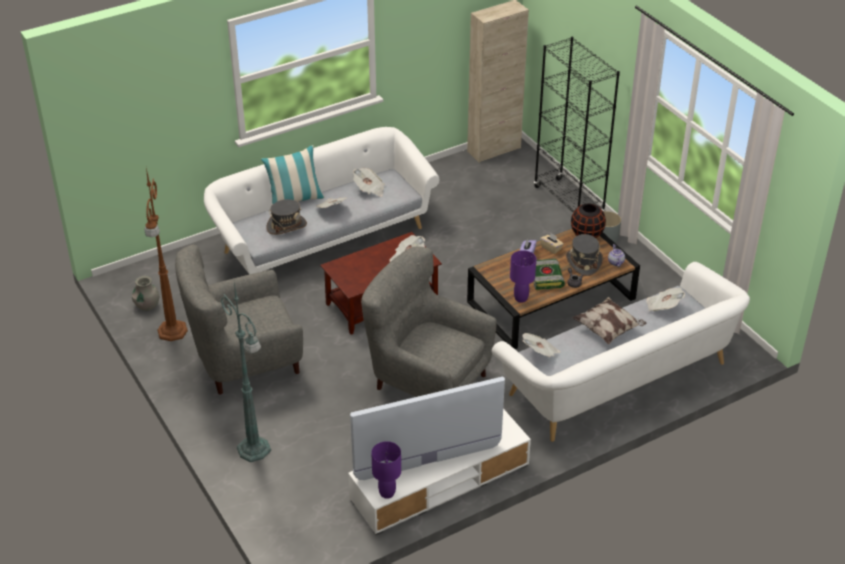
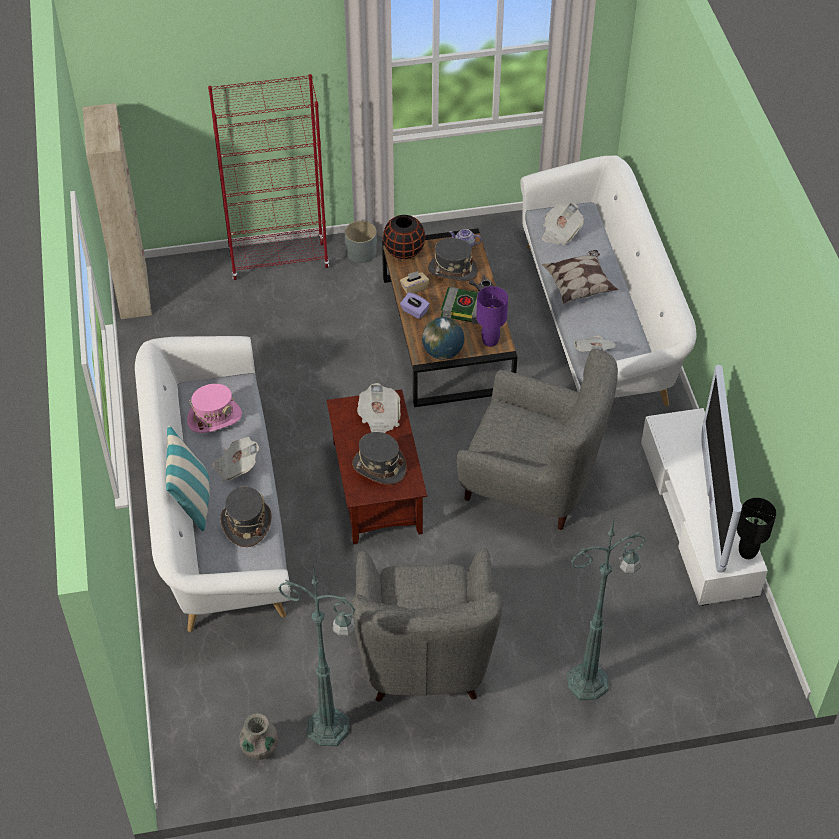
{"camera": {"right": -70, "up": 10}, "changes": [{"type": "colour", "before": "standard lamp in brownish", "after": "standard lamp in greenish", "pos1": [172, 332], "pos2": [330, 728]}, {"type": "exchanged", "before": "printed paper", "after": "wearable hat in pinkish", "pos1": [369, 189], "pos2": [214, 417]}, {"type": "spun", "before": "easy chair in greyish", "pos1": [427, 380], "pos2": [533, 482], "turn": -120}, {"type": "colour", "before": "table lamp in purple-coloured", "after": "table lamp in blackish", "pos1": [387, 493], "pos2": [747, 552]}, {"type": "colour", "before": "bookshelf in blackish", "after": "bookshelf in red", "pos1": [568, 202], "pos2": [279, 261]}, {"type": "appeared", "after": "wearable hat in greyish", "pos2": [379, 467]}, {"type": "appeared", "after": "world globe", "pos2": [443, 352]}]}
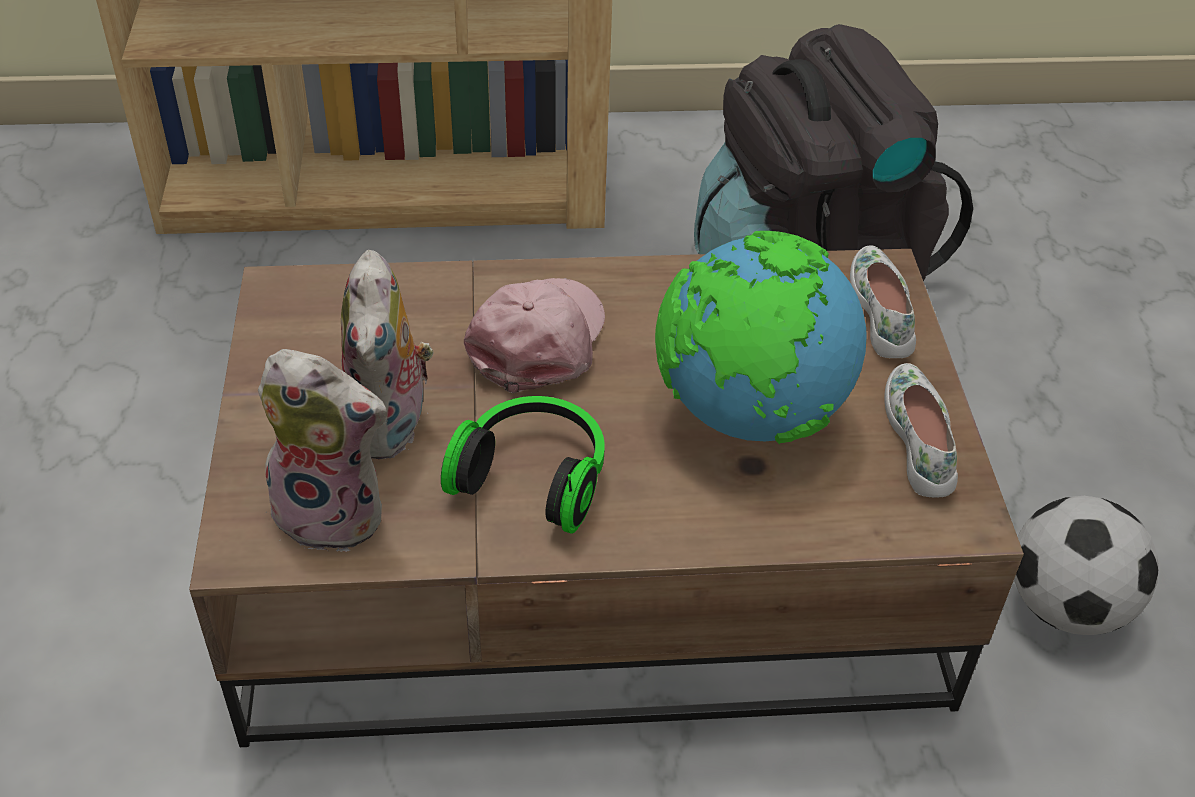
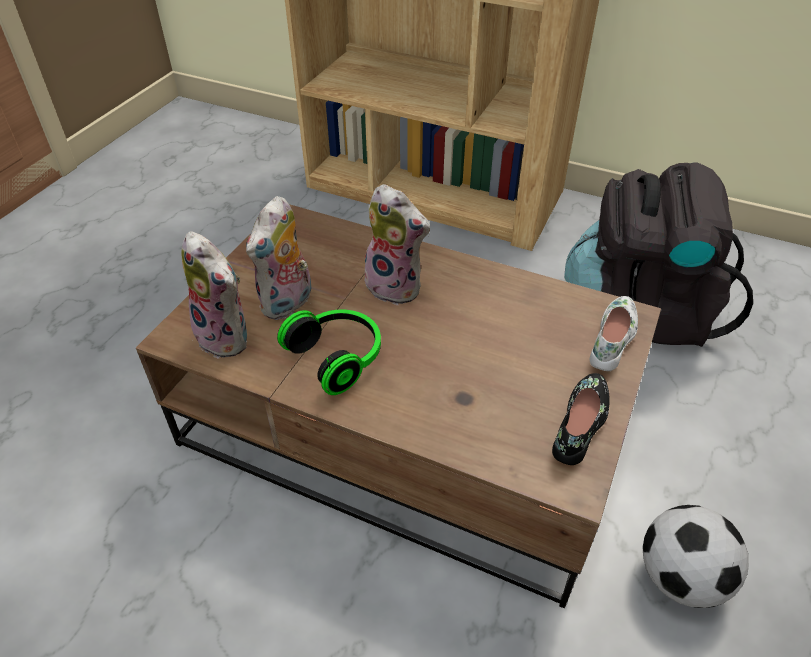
{"camera": {"right": 30, "up": 0}, "changes": [{"type": "exchanged", "before": "peaked cap in pinkish", "after": "soft toy", "pos1": [539, 340], "pos2": [397, 286]}, {"type": "missing", "before": "world globe", "pos1": [748, 415]}, {"type": "colour", "before": "shoe in white", "after": "shoe in blackish", "pos1": [920, 439], "pos2": [581, 424]}]}
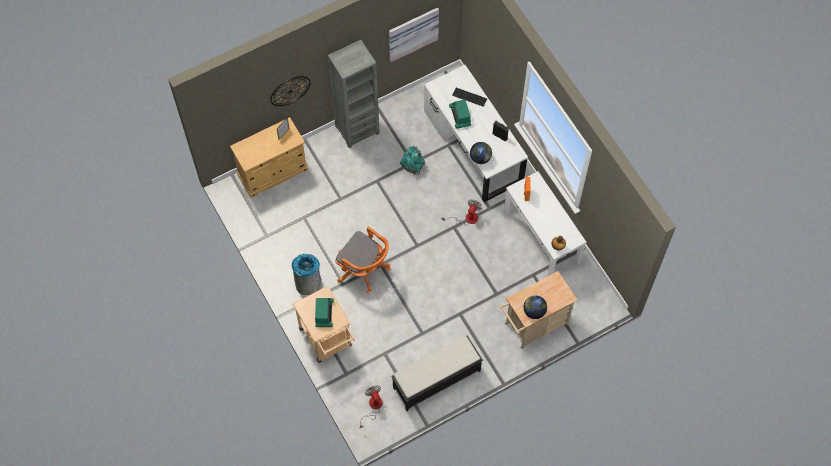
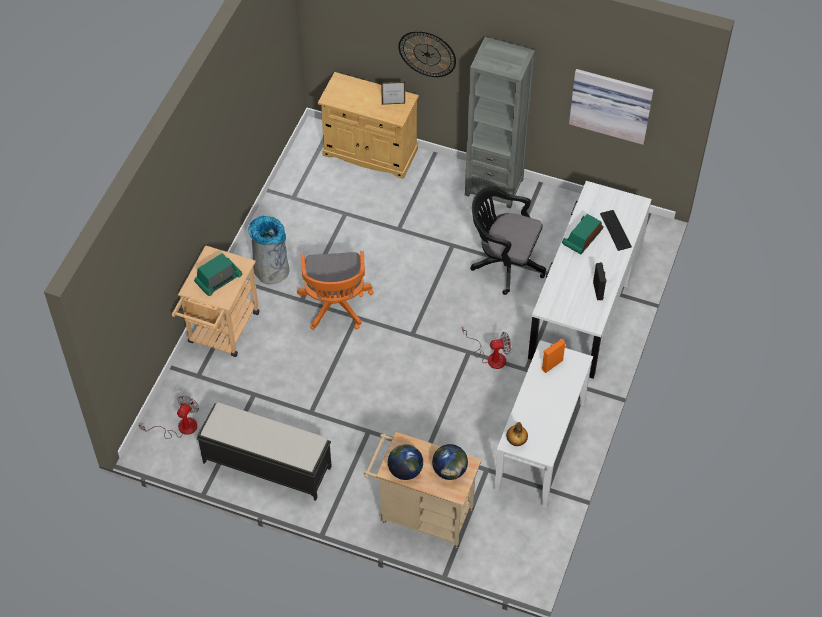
{"camera": {"right": 50, "up": -10}, "changes": [{"type": "exchanged", "before": "backpack in turquoise", "after": "office chair in blackish", "pos1": [412, 165], "pos2": [504, 263]}, {"type": "relocated", "before": "world globe", "pos1": [480, 158], "pos2": [449, 471]}]}
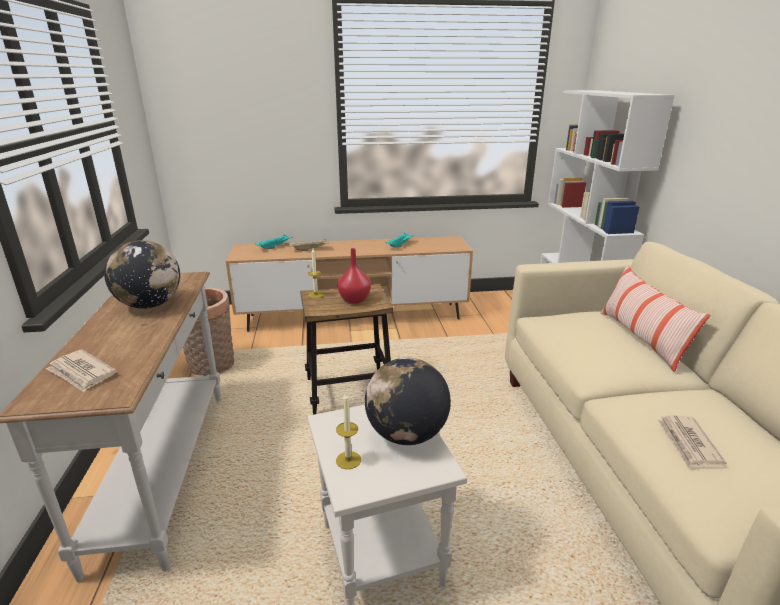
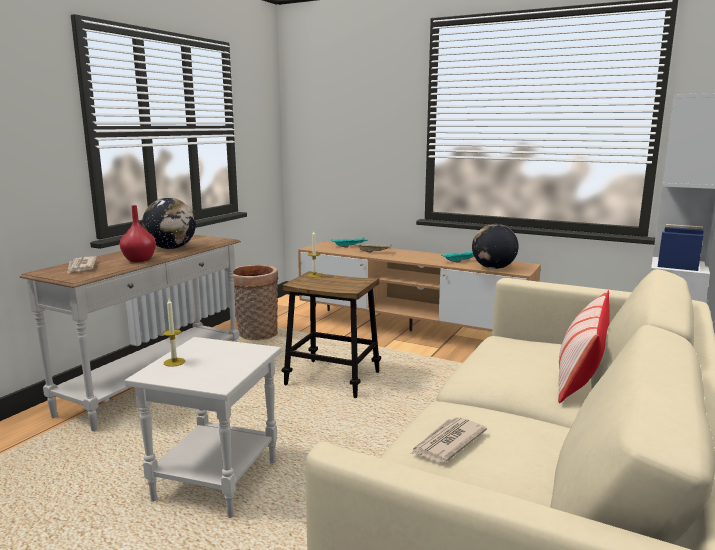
{"camera": {"right": 35, "up": -10}, "changes": [{"type": "relocated", "before": "decorative vase in red", "pos1": [354, 300], "pos2": [138, 260]}, {"type": "relocated", "before": "world globe", "pos1": [406, 434], "pos2": [493, 268]}]}
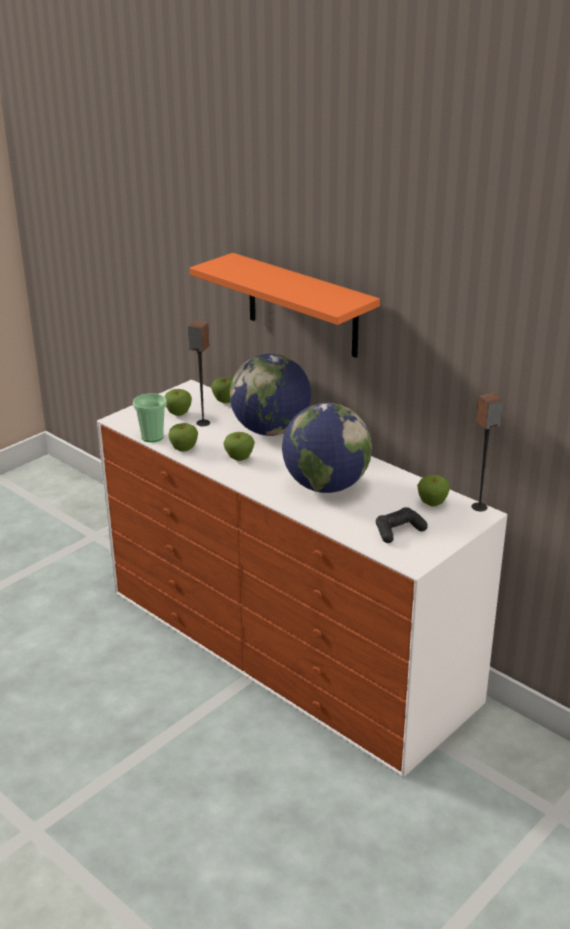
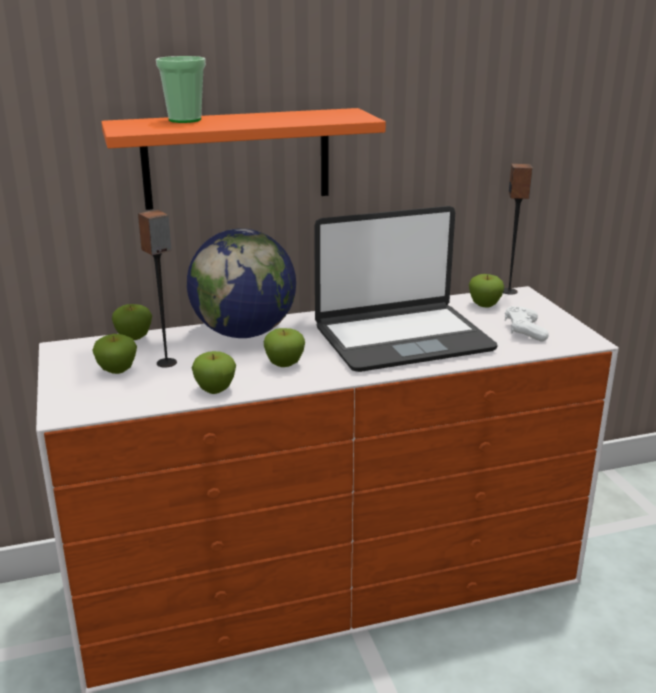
{"camera": {"right": -60, "up": -5}, "changes": [{"type": "relocated", "before": "drinking cup", "pos1": [152, 437], "pos2": [185, 120]}, {"type": "exchanged", "before": "world globe", "after": "portable computer", "pos1": [326, 486], "pos2": [402, 338]}, {"type": "colour", "before": "game controller in blackish", "after": "game controller in white", "pos1": [398, 531], "pos2": [524, 331]}]}
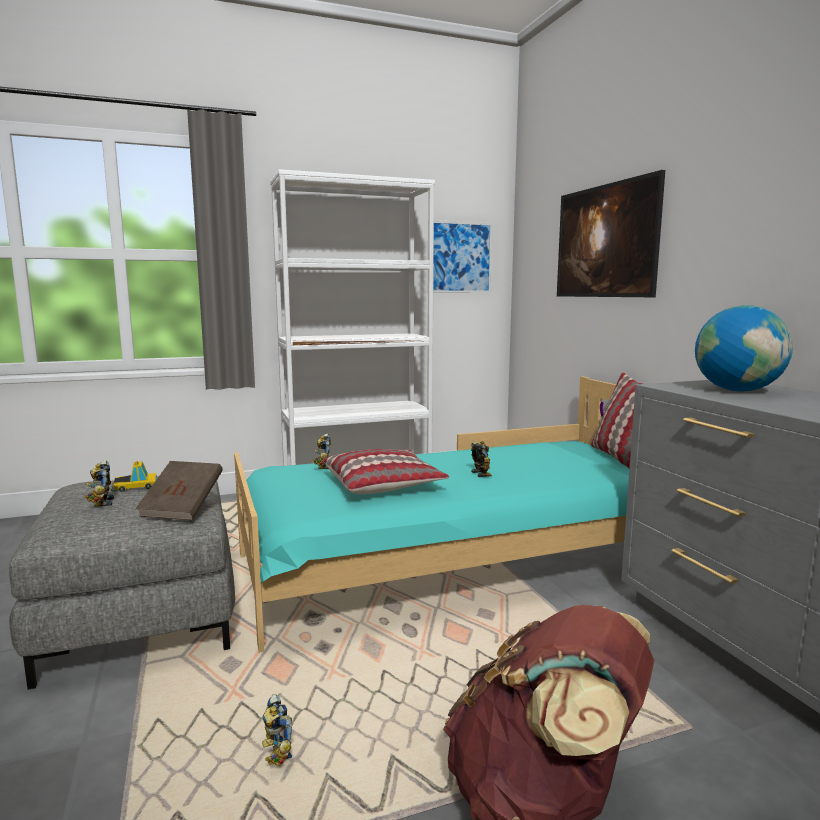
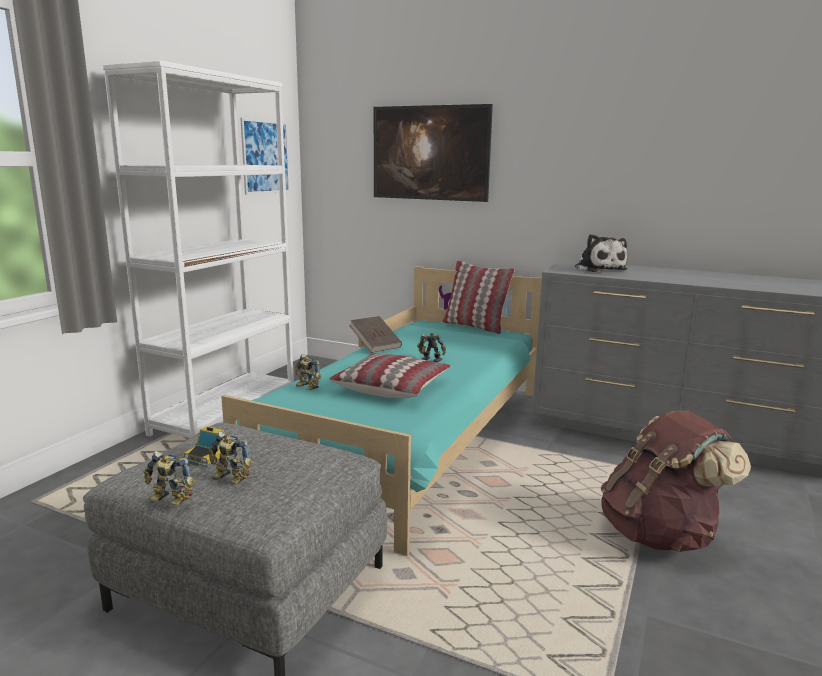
{"camera": {"right": -45, "up": 5}, "changes": [{"type": "relocated", "before": "book in brownish", "pos1": [183, 507], "pos2": [375, 345]}, {"type": "relocated", "before": "robot figure", "pos1": [274, 754], "pos2": [168, 501]}, {"type": "exchanged", "before": "world globe", "after": "soft toy", "pos1": [737, 390], "pos2": [599, 269]}]}
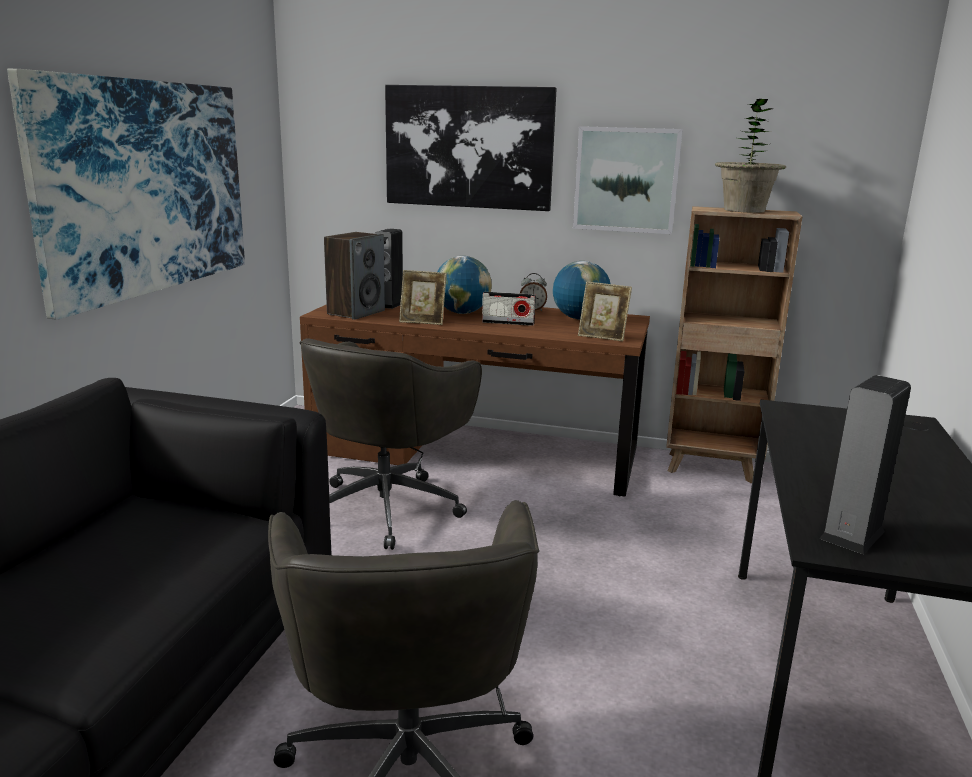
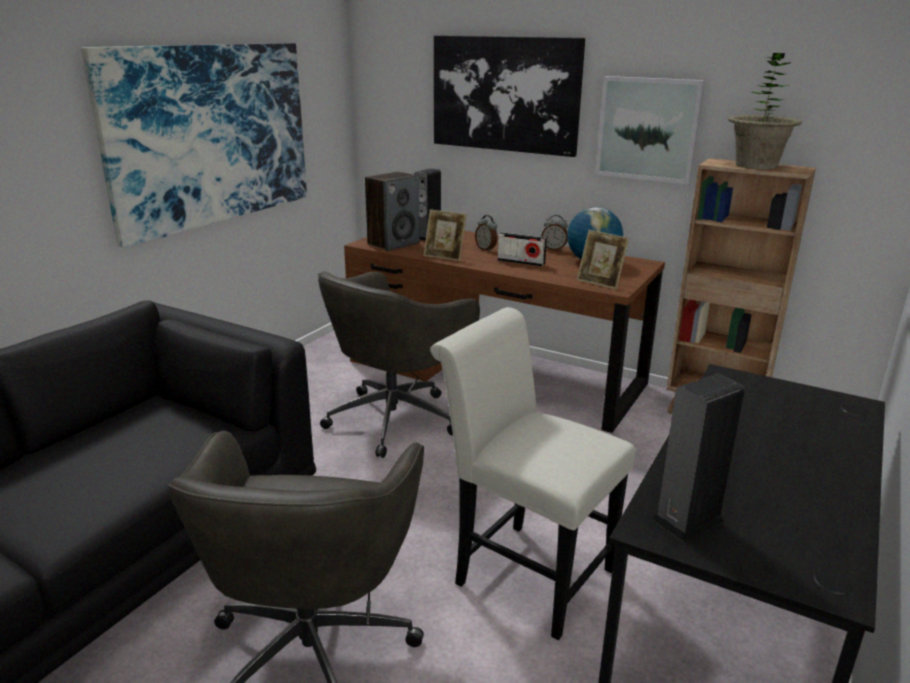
{"camera": {"right": 15, "up": 5}, "changes": [{"type": "exchanged", "before": "world globe", "after": "alarm clock", "pos1": [462, 313], "pos2": [486, 249]}, {"type": "appeared", "after": "upright chair in white", "pos2": [524, 571]}]}
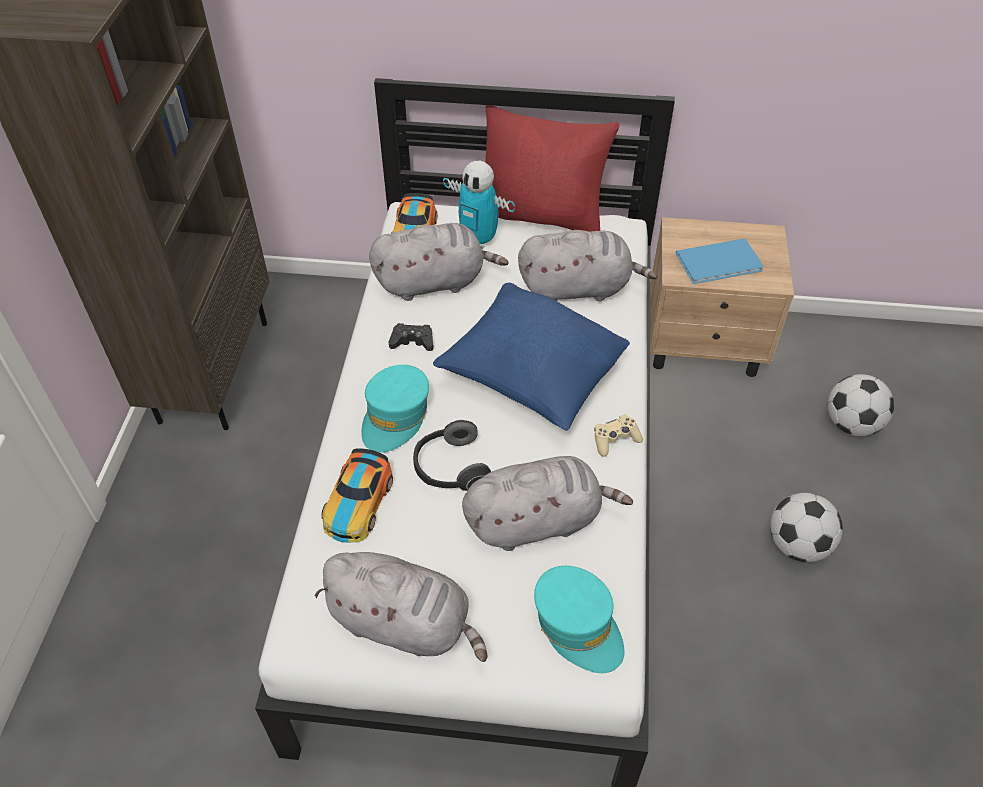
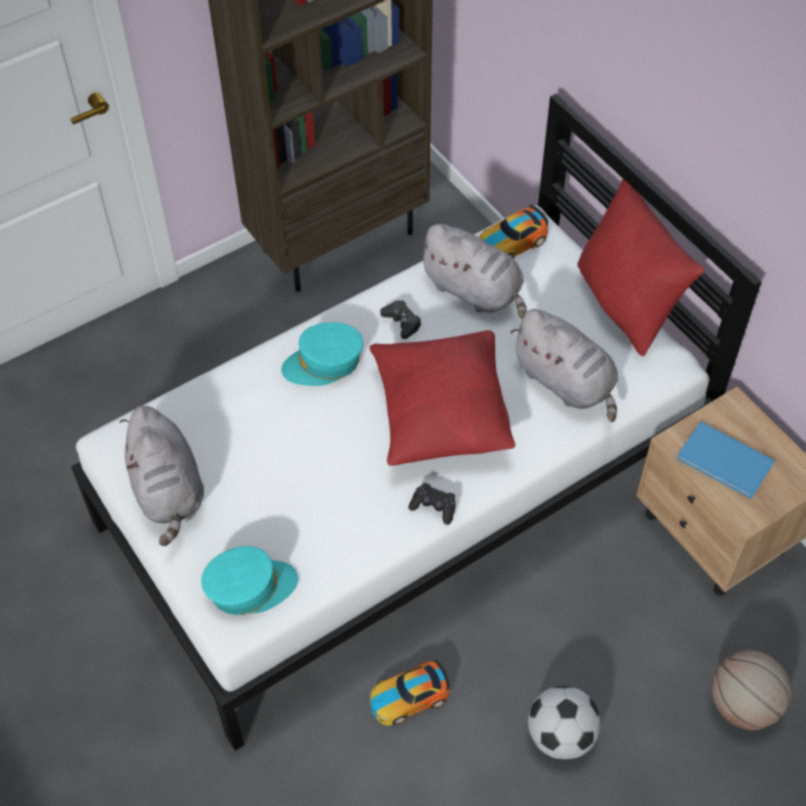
{"camera": {"right": 50, "up": 5}, "changes": [{"type": "relocated", "before": "toy car", "pos1": [357, 503], "pos2": [408, 697]}, {"type": "missing", "before": "headphones", "pos1": [449, 468]}, {"type": "colour", "before": "cushion in blue-coloured", "after": "cushion in red", "pos1": [531, 377], "pos2": [441, 416]}, {"type": "missing", "before": "robot figure", "pos1": [479, 240]}, {"type": "missing", "before": "soft toy in greyish", "pos1": [537, 521]}, {"type": "spun", "before": "peaked cap in turquoise", "pos1": [578, 626], "pos2": [250, 587], "turn": -120}, {"type": "colour", "before": "game controller in sand-coloured", "after": "game controller in blackish", "pos1": [615, 439], "pos2": [434, 507]}, {"type": "exchanged", "before": "football", "after": "basketball ball", "pos1": [851, 424], "pos2": [742, 705]}]}
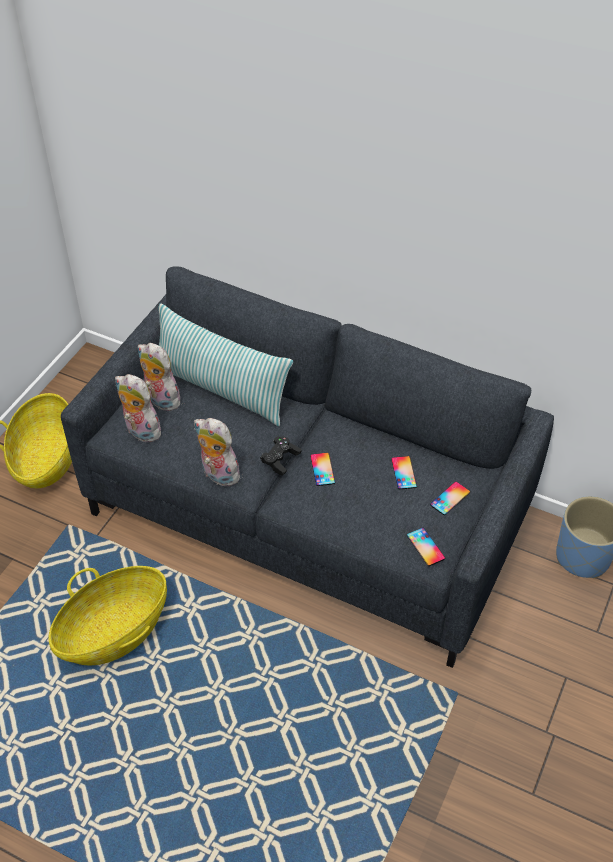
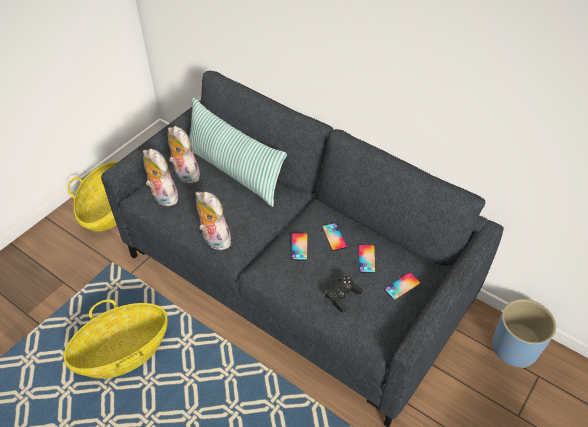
{"camera": {"right": 10, "up": 0}, "changes": [{"type": "relocated", "before": "game controller in blackish", "pos1": [280, 460], "pos2": [342, 296]}, {"type": "relocated", "before": "telephone", "pos1": [425, 547], "pos2": [334, 237]}]}
